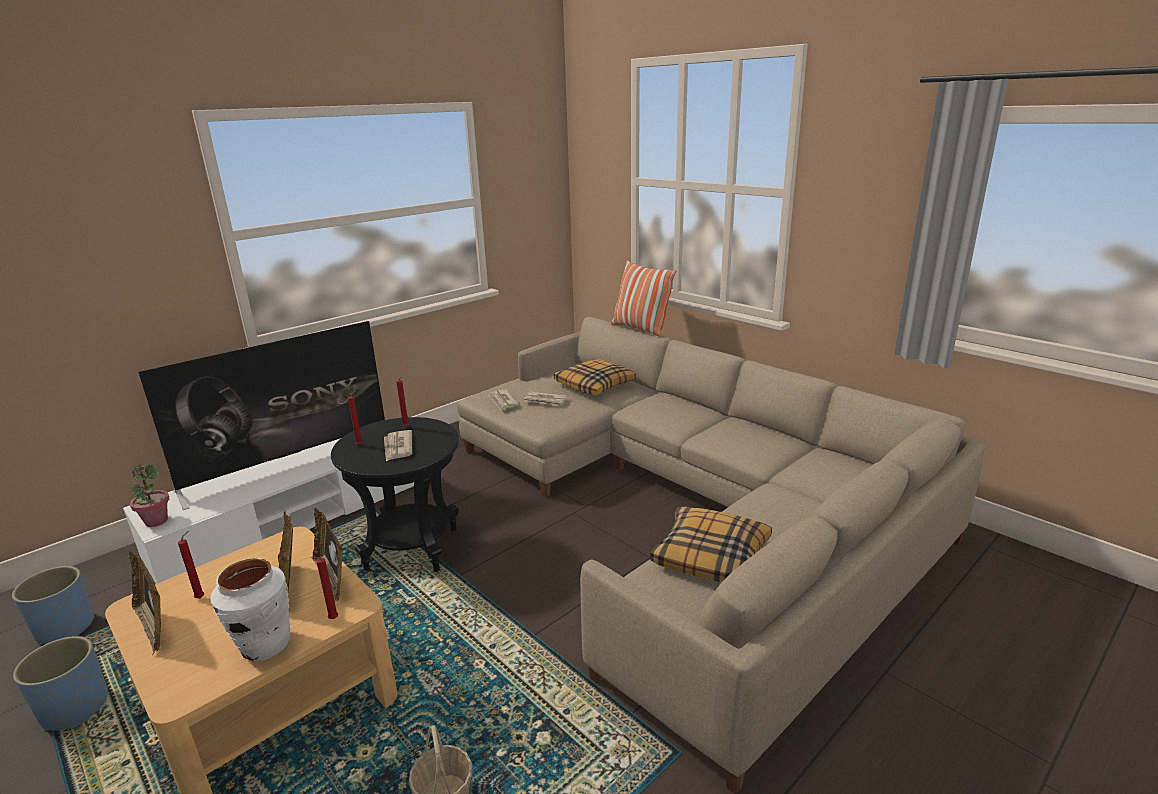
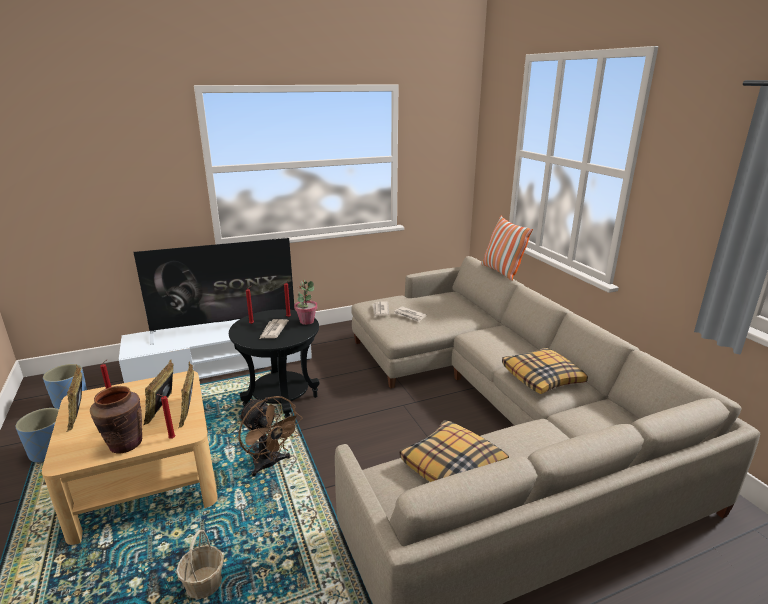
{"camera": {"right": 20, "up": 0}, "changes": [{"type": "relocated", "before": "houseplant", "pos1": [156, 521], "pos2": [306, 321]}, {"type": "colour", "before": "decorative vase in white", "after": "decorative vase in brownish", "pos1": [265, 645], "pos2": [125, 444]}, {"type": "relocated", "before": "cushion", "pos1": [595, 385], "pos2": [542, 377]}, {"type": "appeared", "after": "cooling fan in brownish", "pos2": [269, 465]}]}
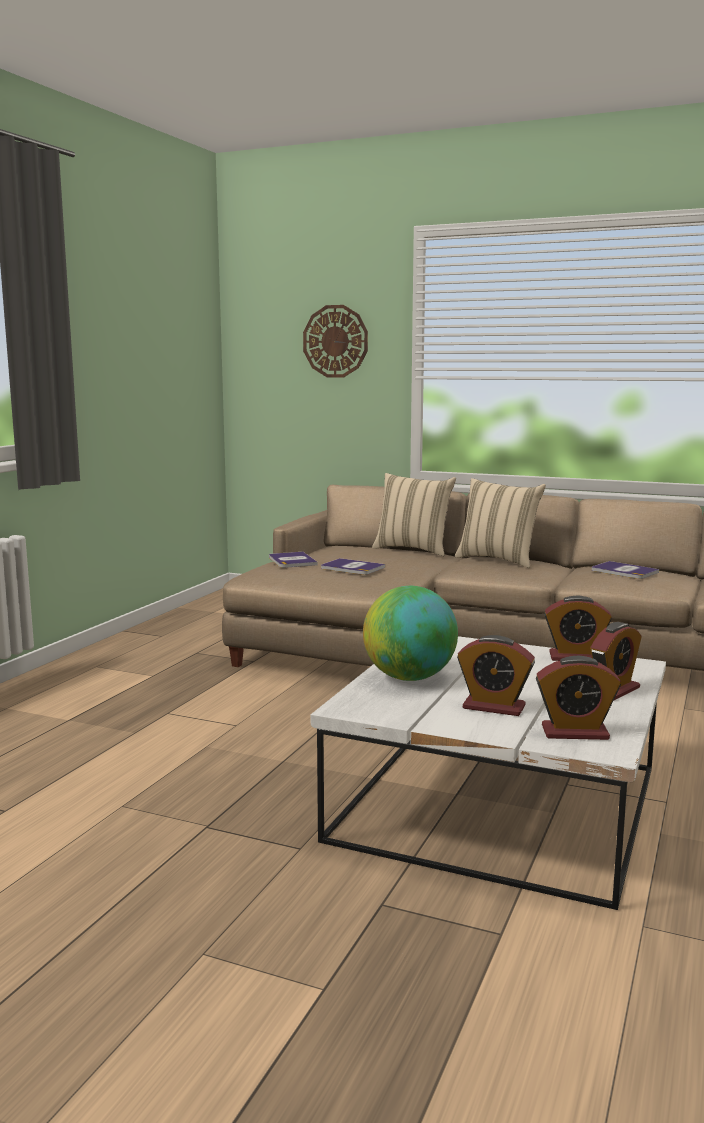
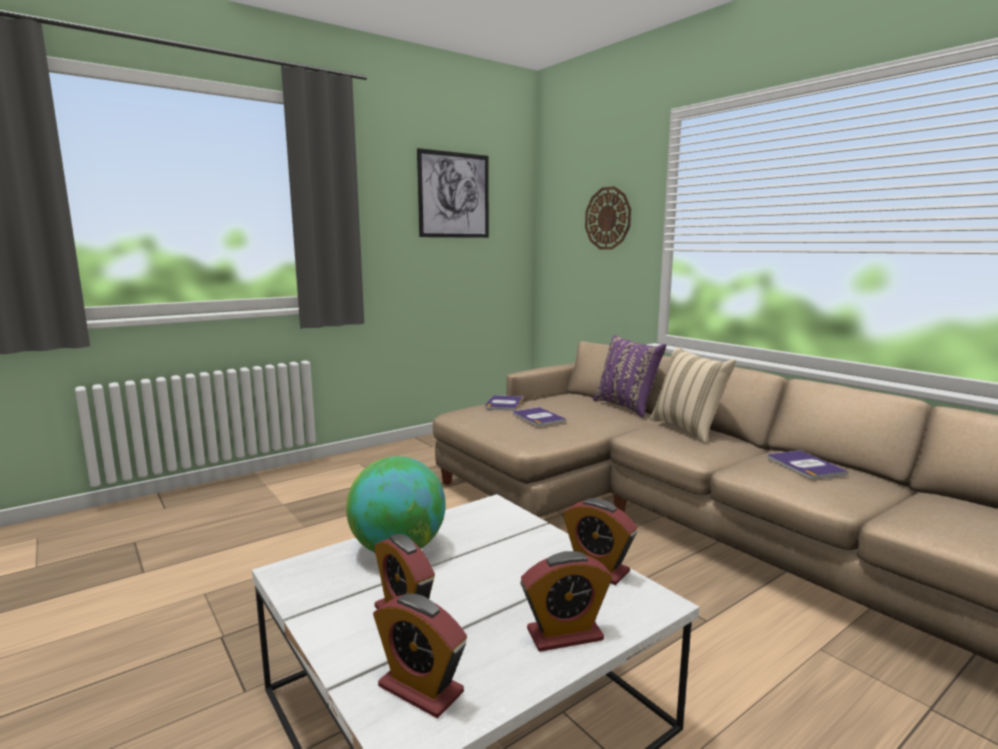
{"camera": {"right": 30, "up": 0}, "changes": [{"type": "colour", "before": "cushion in sand-coloured", "after": "cushion in purple-coloured", "pos1": [413, 549], "pos2": [627, 406]}, {"type": "appeared", "after": "wall art", "pos2": [454, 195]}]}
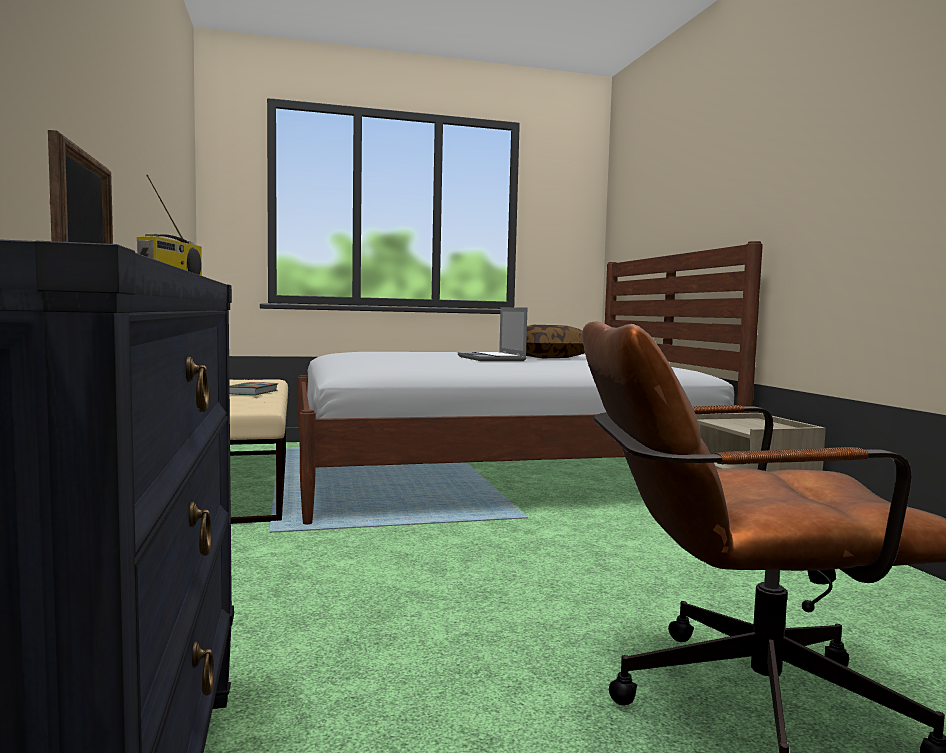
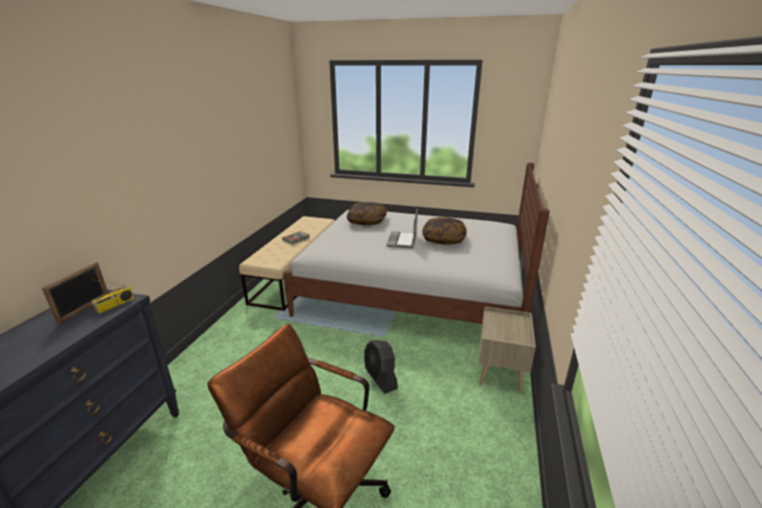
{"camera": {"right": 30, "up": 20}, "changes": [{"type": "appeared", "after": "cushion", "pos2": [367, 221]}, {"type": "appeared", "after": "cooling fan in blackish", "pos2": [380, 378]}]}
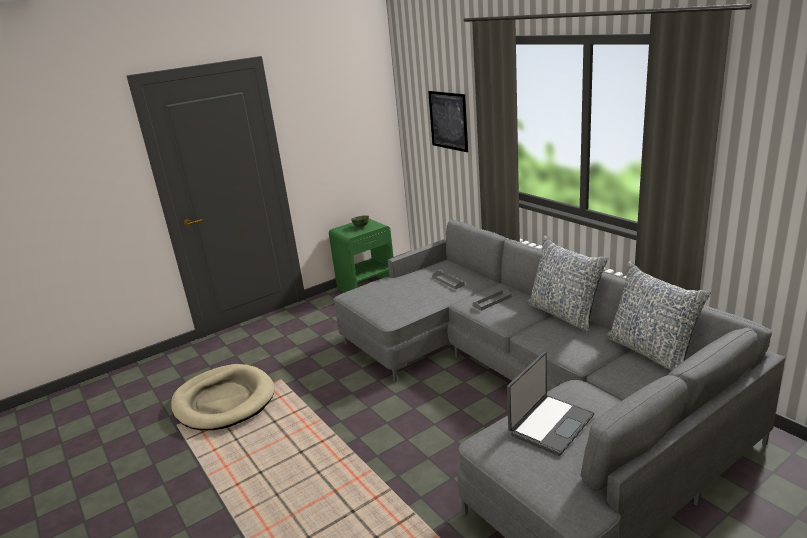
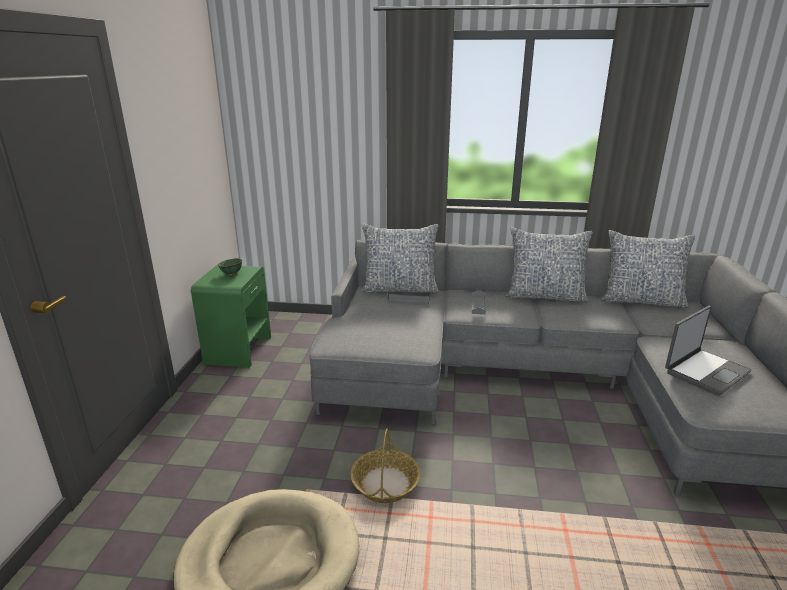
{"camera": {"right": -50, "up": 0}, "changes": [{"type": "missing", "before": "wall art", "pos1": [448, 120]}, {"type": "spun", "before": "portable computer", "pos1": [550, 424], "pos2": [705, 371], "turn": 60}, {"type": "appeared", "after": "basket", "pos2": [385, 483]}, {"type": "appeared", "after": "cushion", "pos2": [399, 289]}]}
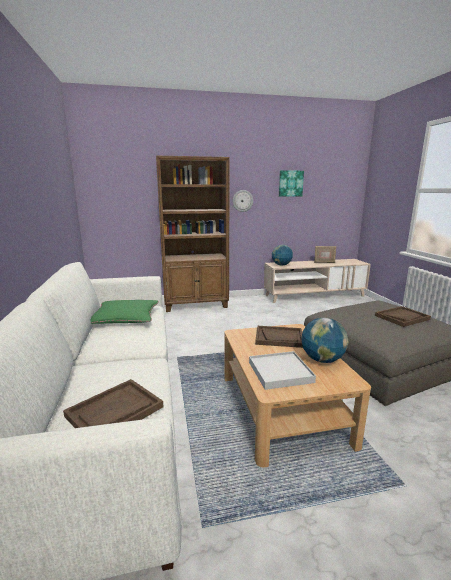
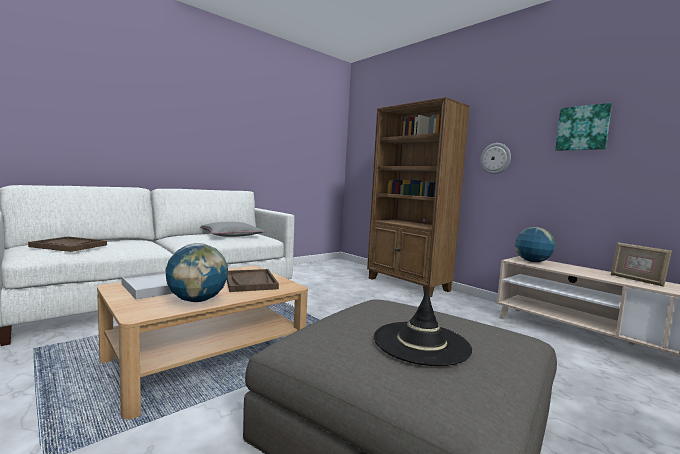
{"camera": {"right": 60, "up": -10}, "changes": [{"type": "colour", "before": "cushion in greenish", "after": "cushion in greyish", "pos1": [125, 318], "pos2": [231, 235]}, {"type": "exchanged", "before": "carrying tray in brownish", "after": "wearable hat in blackish", "pos1": [402, 317], "pos2": [421, 343]}]}
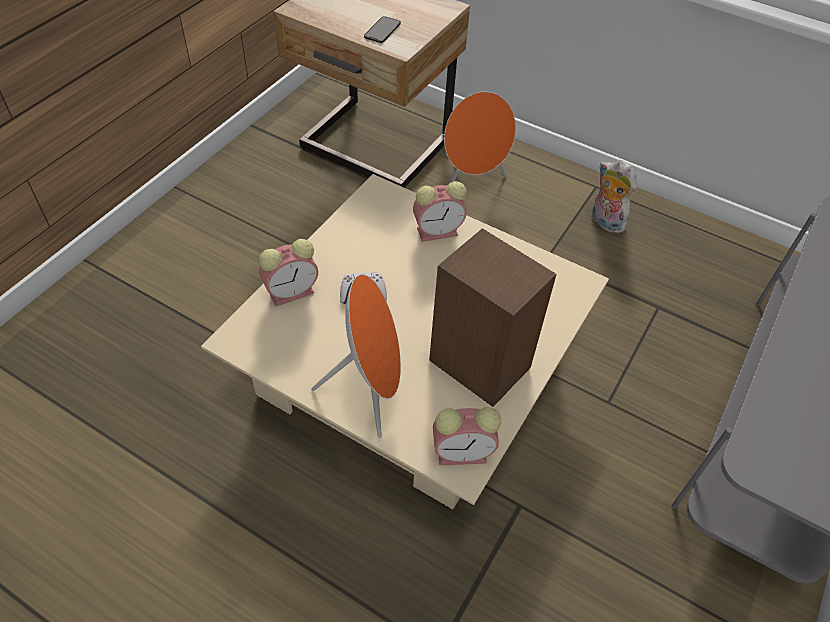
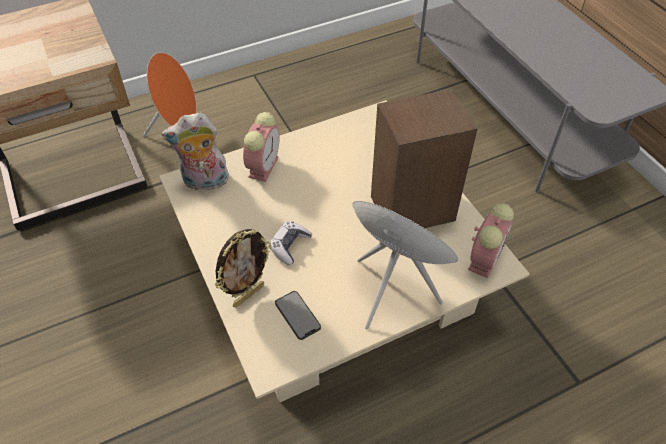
{"camera": {"right": -55, "up": 0}, "changes": [{"type": "exchanged", "before": "alarm clock", "after": "picture frame", "pos1": [293, 291], "pos2": [248, 294]}, {"type": "relocated", "before": "telephone", "pos1": [382, 30], "pos2": [297, 315]}, {"type": "relocated", "before": "soft toy", "pos1": [604, 222], "pos2": [204, 182]}]}
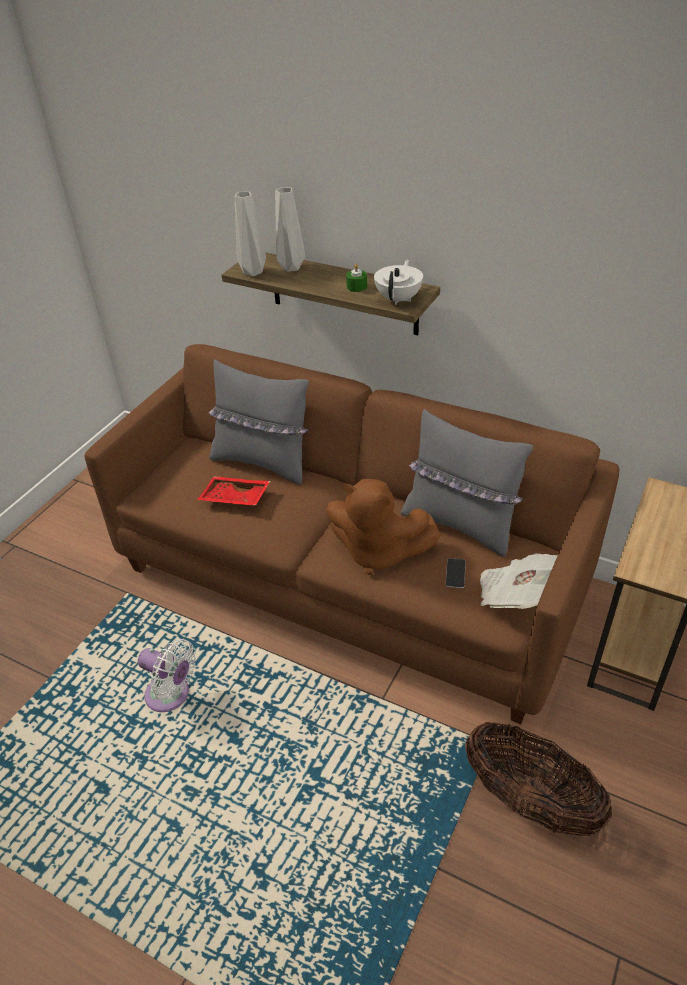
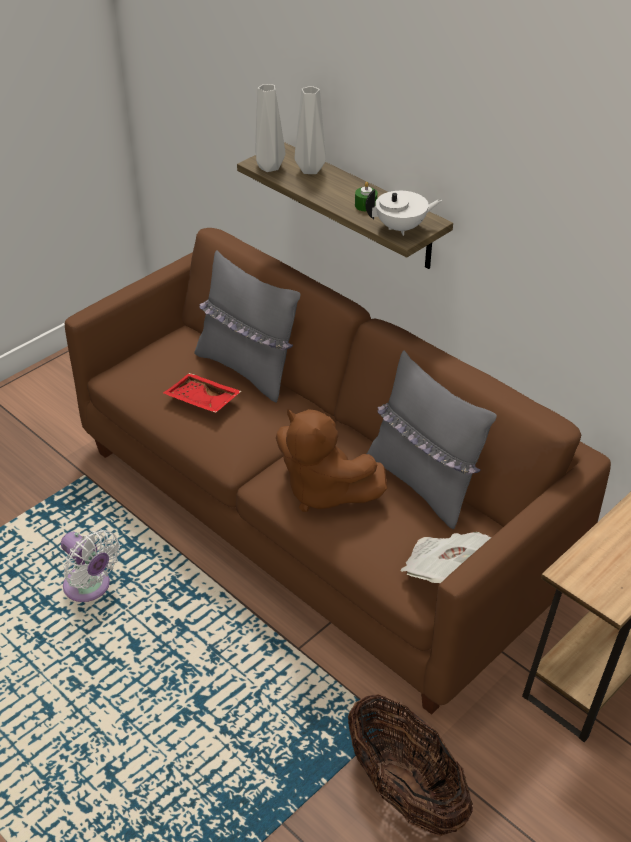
{"camera": {"right": 15, "up": 0}, "changes": [{"type": "spun", "before": "pot for tea in white", "pos1": [399, 299], "pos2": [401, 228], "turn": 45}, {"type": "missing", "before": "telephone", "pos1": [455, 573]}]}
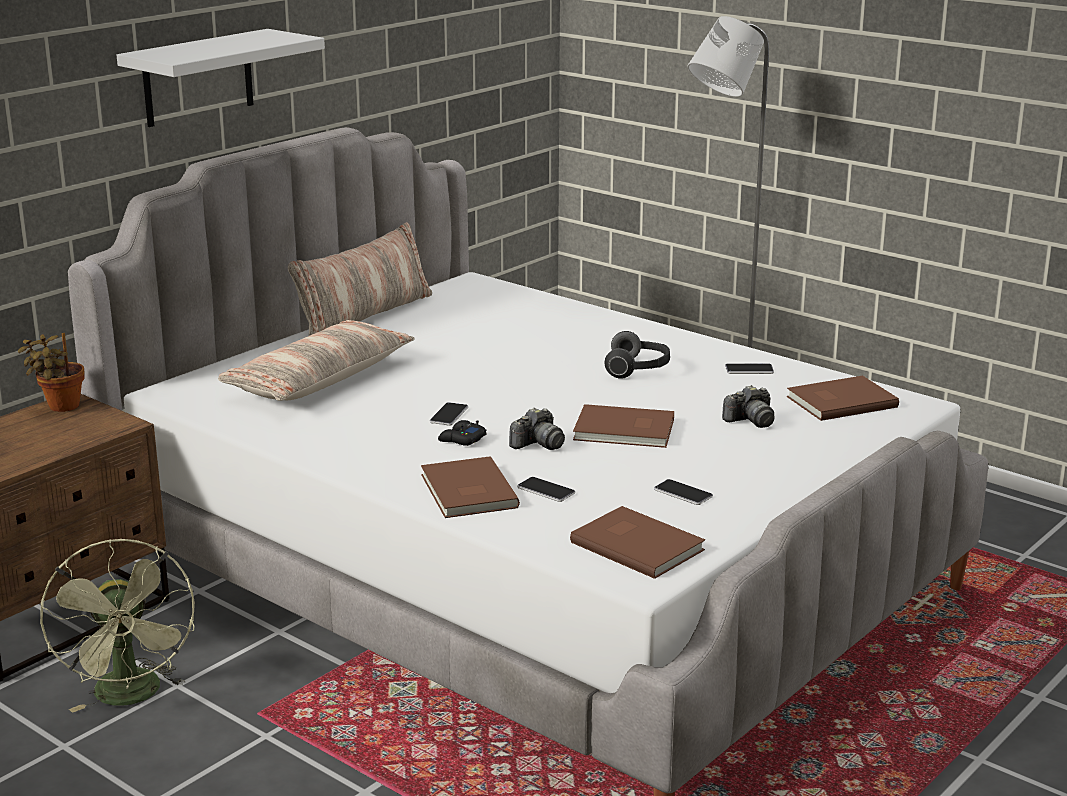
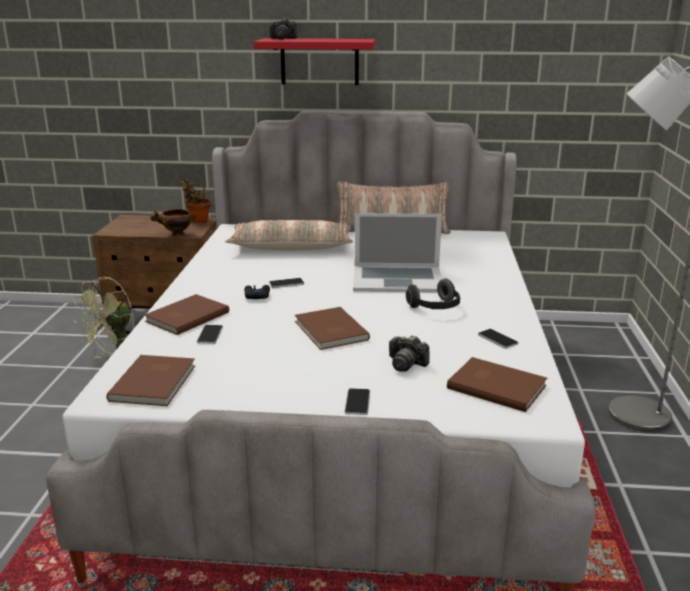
{"camera": {"right": 55, "up": 0}, "changes": [{"type": "colour", "before": "bracket shelf in white", "after": "bracket shelf in red", "pos1": [198, 78], "pos2": [319, 61]}, {"type": "relocated", "before": "photo camera", "pos1": [538, 444], "pos2": [282, 39]}, {"type": "relocated", "before": "telephone", "pos1": [683, 493], "pos2": [357, 402]}, {"type": "appeared", "after": "bowl", "pos2": [176, 235]}, {"type": "appeared", "after": "portable computer", "pos2": [397, 279]}]}
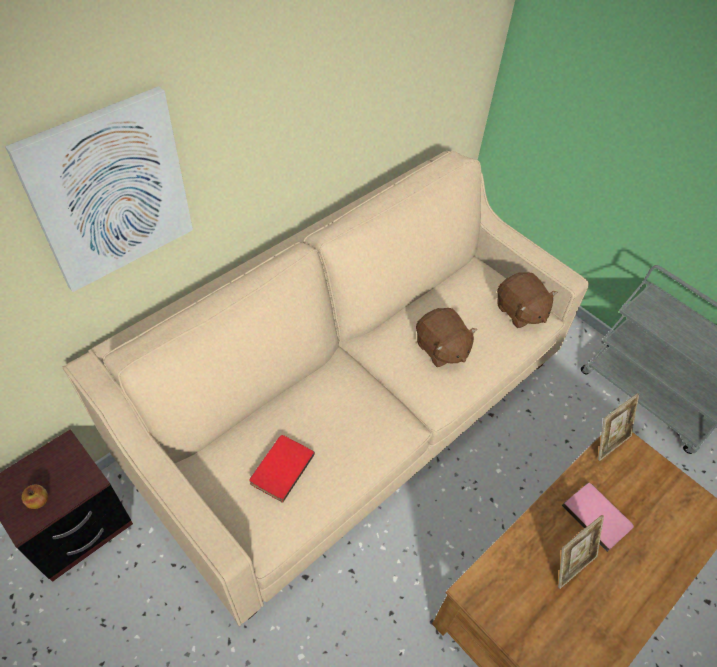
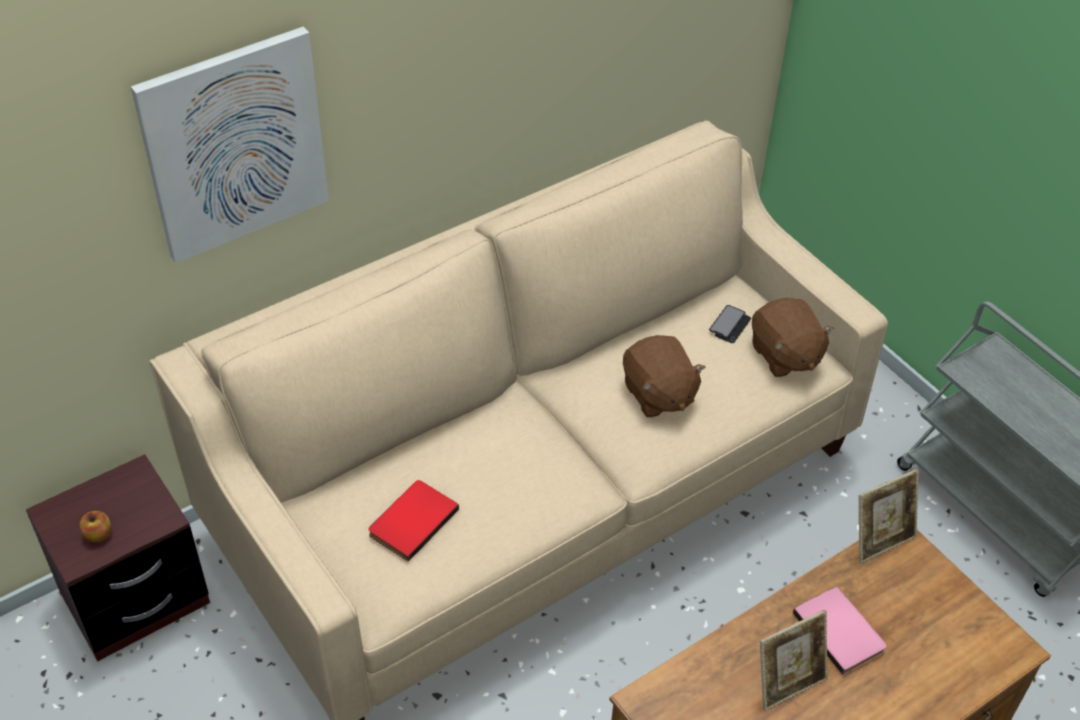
{"camera": {"right": 10, "up": -5}, "changes": [{"type": "appeared", "after": "telephone", "pos2": [730, 325]}]}
